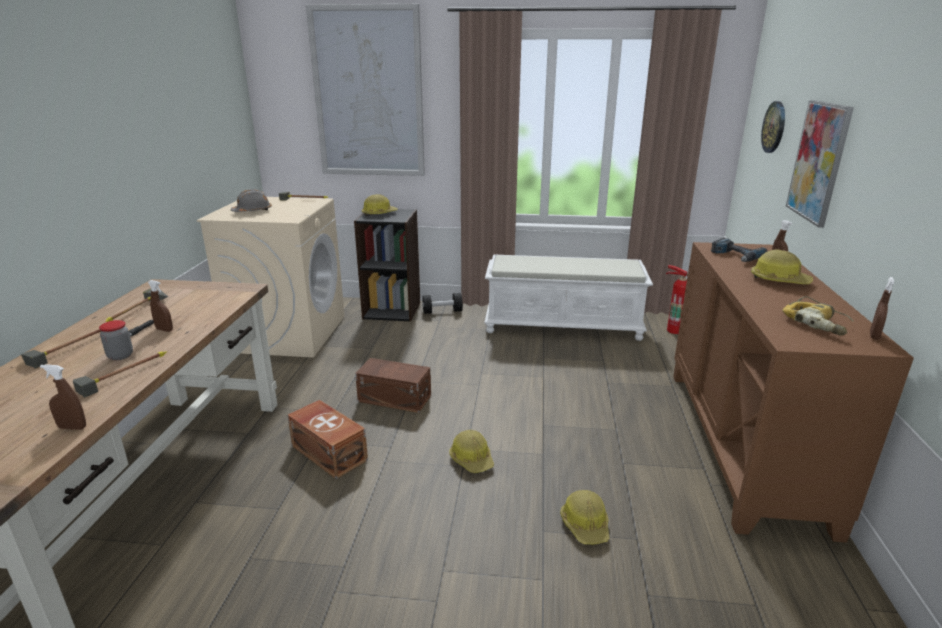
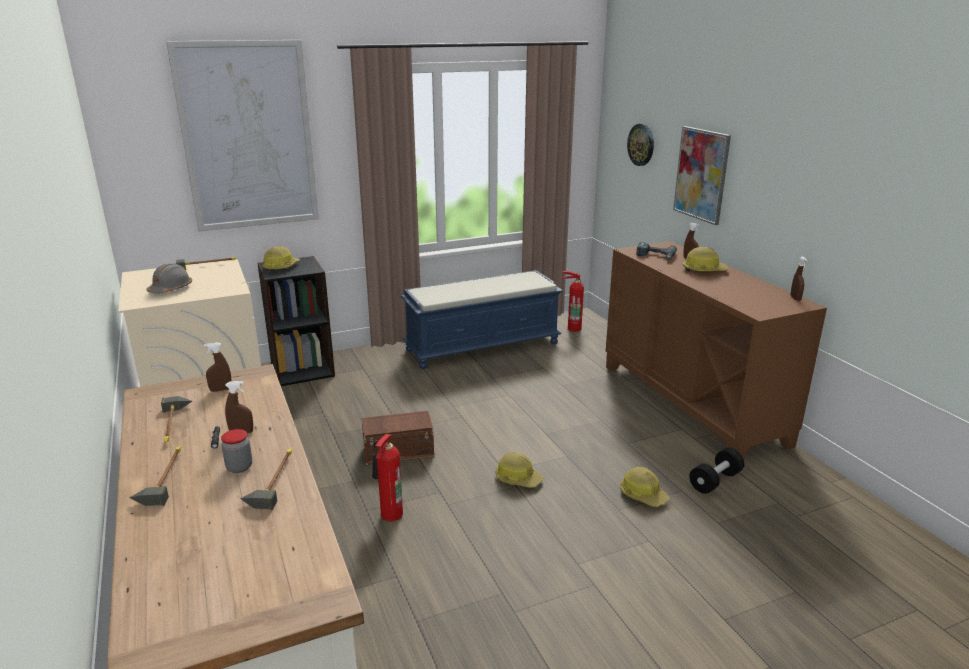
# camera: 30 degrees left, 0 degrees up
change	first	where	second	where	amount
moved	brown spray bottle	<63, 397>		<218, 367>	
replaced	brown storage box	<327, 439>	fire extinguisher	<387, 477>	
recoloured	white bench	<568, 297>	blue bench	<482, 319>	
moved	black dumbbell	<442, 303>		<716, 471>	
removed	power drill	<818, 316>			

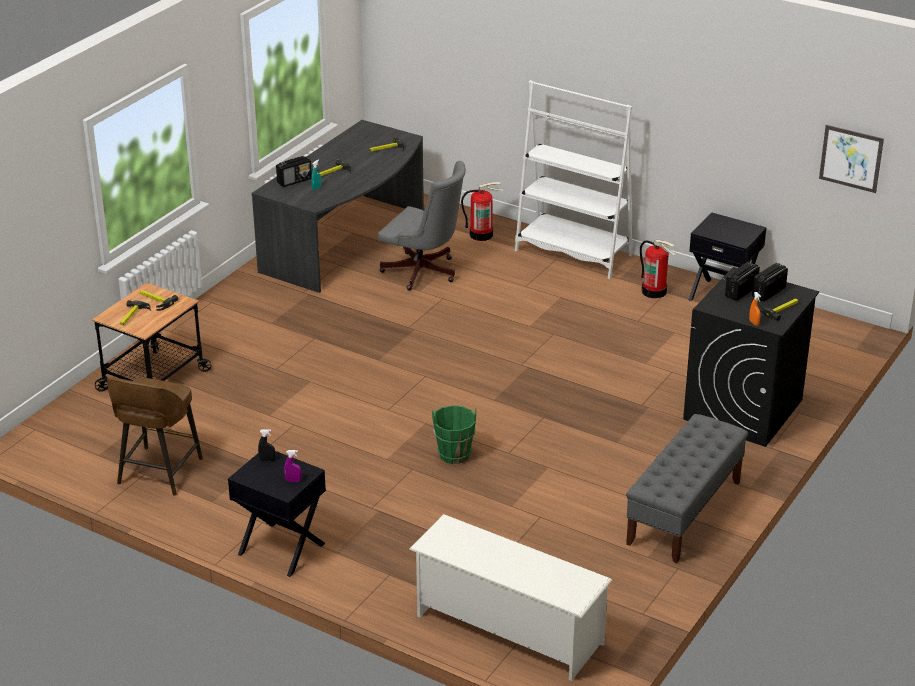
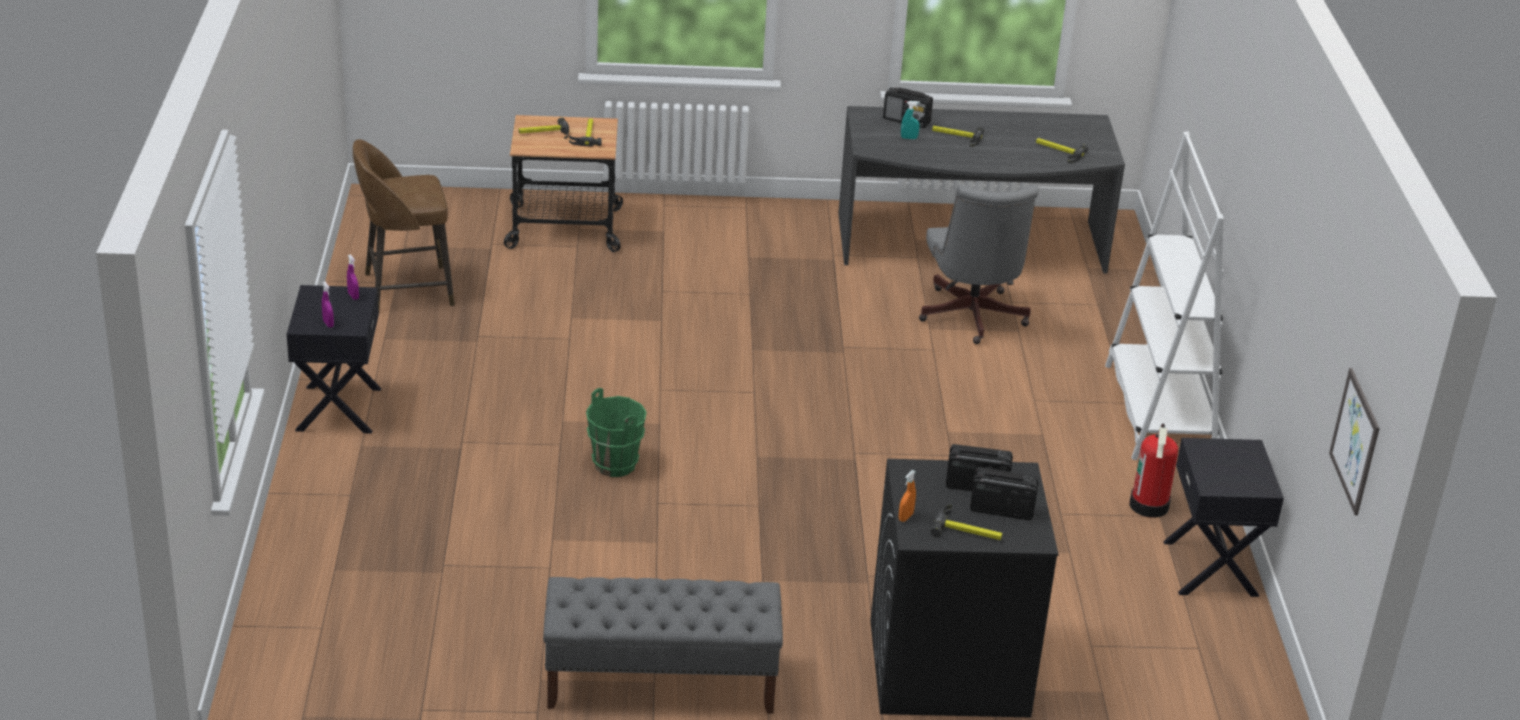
# camera: 55 degrees right, 0 degrees up
change	first	where	second	where	amount
recoloured	black spray bottle	<266, 445>	purple spray bottle	<353, 277>	
removed	white shoe rack	<510, 597>			
removed	fire extinguisher	<482, 211>			

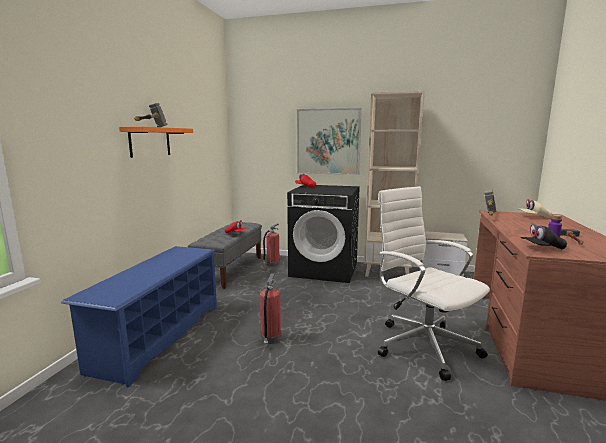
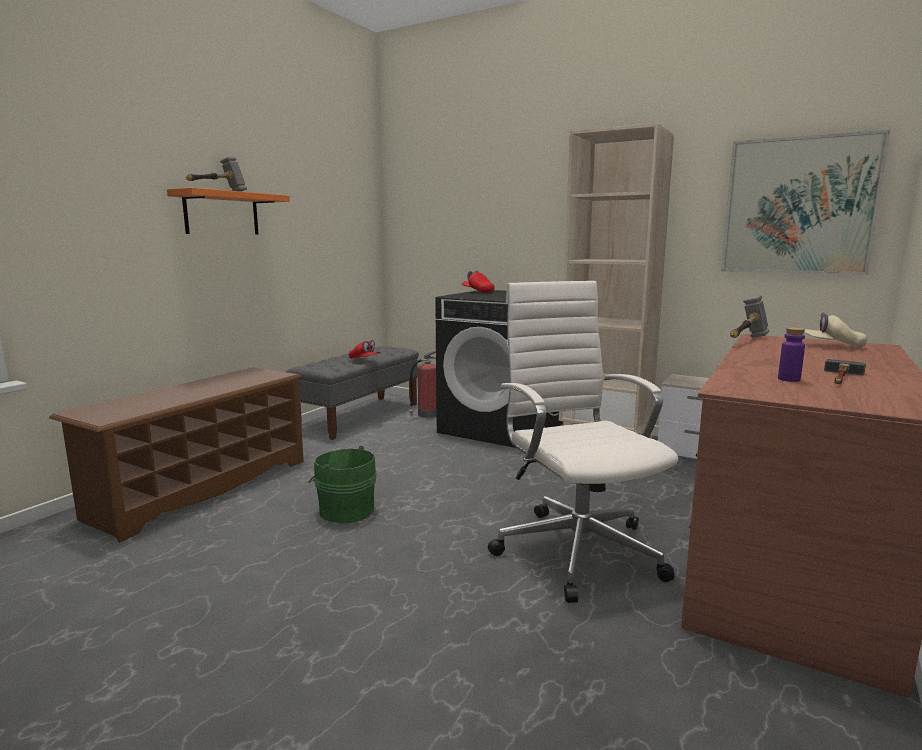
# camera: 15 degrees right, 0 degrees up
change	first	where	second	where	amount
recoloured	blue shoe rack	<139, 316>	brown shoe rack	<176, 454>	
replaced	fire extinguisher	<270, 310>	green bucket	<342, 484>	
moved	picture	<329, 141>		<805, 202>	
removed	black cap	<543, 236>			

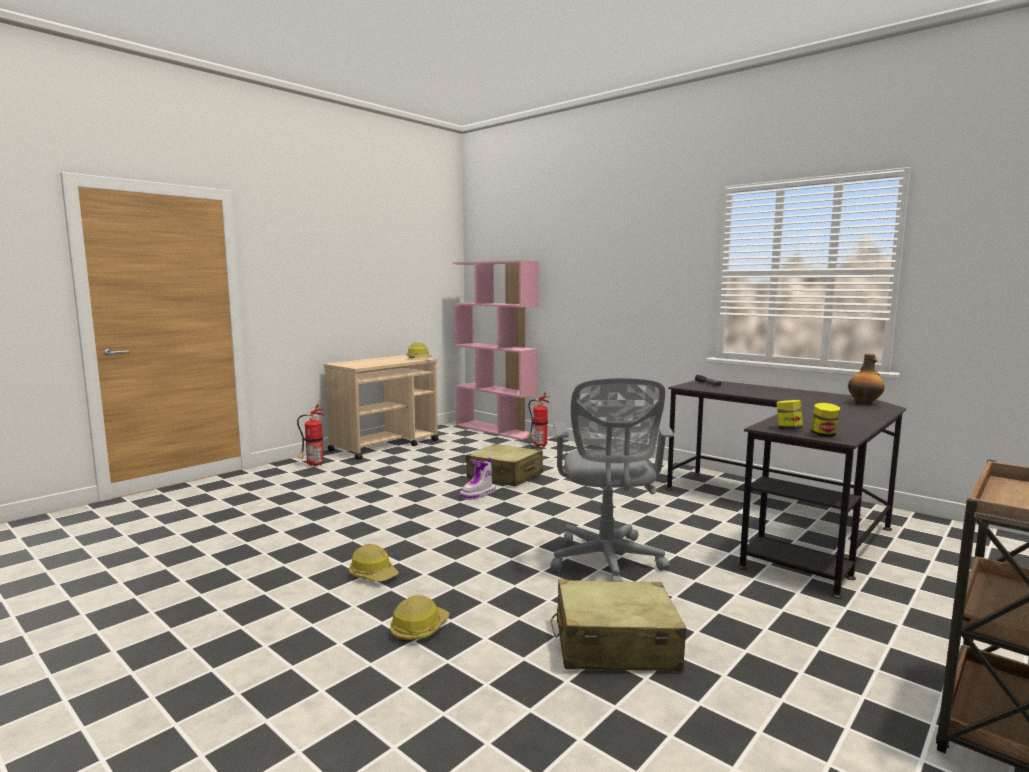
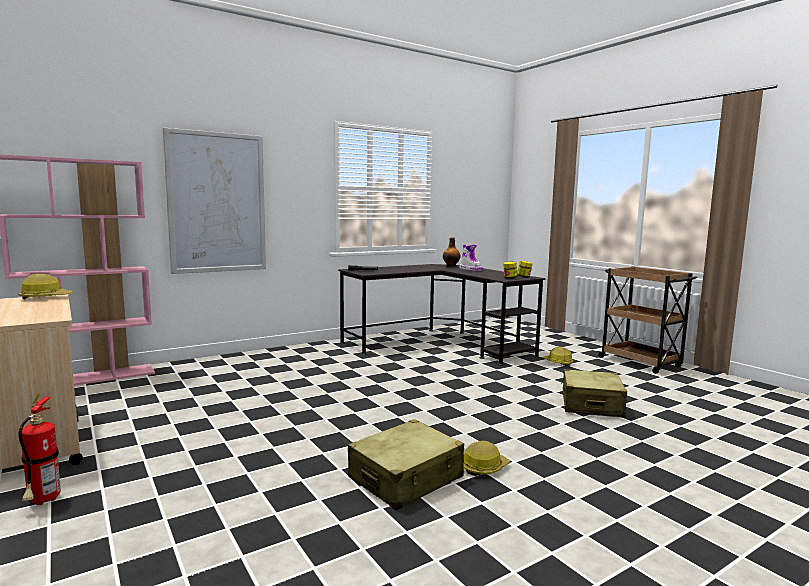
# camera: 75 degrees left, 0 degrees up
change	first	where	second	where	amount
added			picture	<214, 201>	
moved	beige suitcase	<504, 465>		<406, 464>	
moved	boot	<478, 478>		<471, 258>	
moved	hard hat	<419, 619>		<557, 356>	
removed	fire extinguisher	<538, 419>			
removed	grey office chair	<612, 479>			

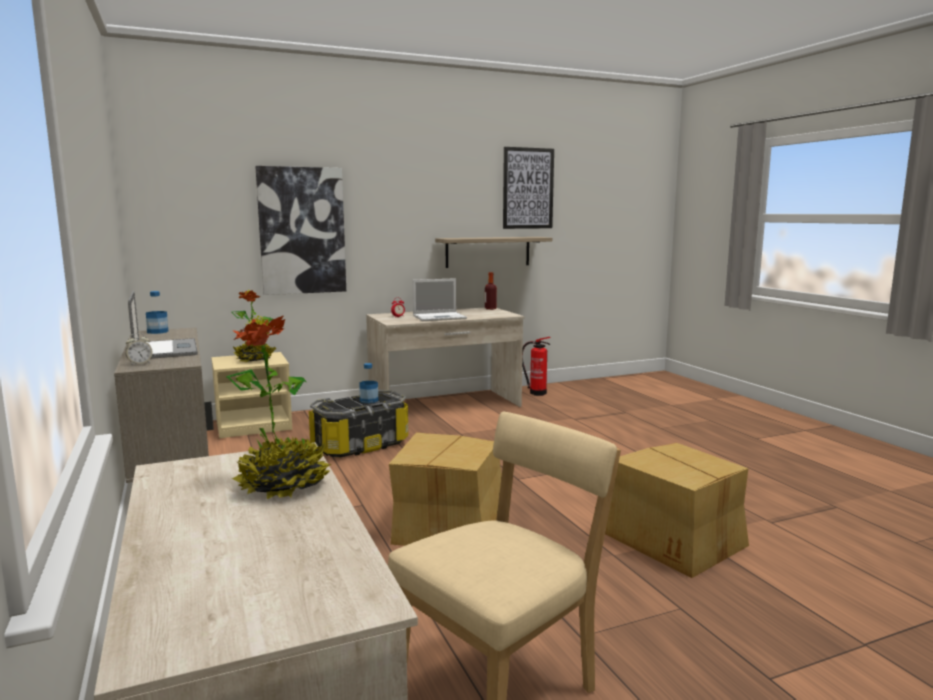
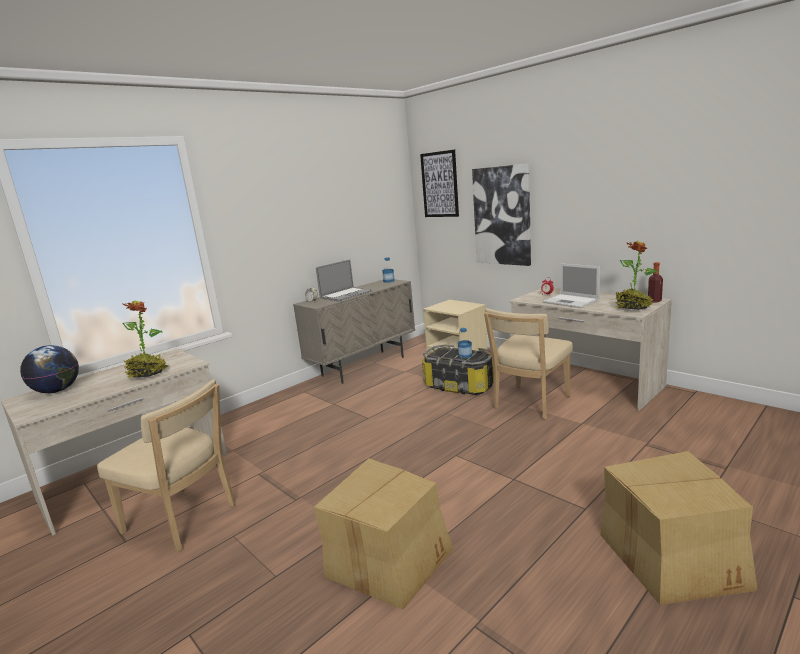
# camera: 70 degrees right, 5 degrees up
change	first	where	second	where	amount
added			globe	<49, 369>	
moved	picture	<528, 188>		<439, 183>	
added			beige chair	<528, 364>	
moved	cardboard box	<445, 489>		<679, 528>	
moved	potted plant	<254, 326>		<636, 275>	
removed	shelf	<493, 252>			
removed	fire extinguisher	<536, 366>			

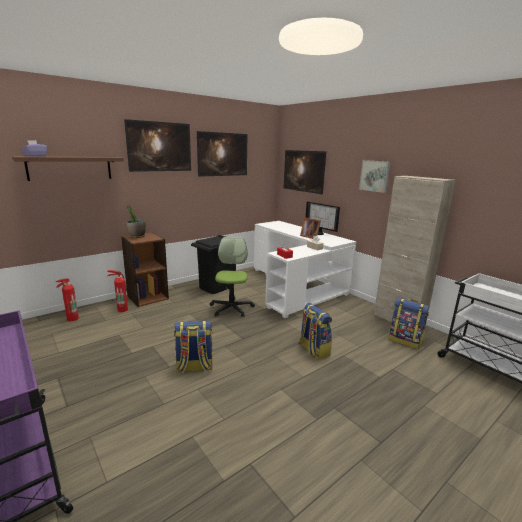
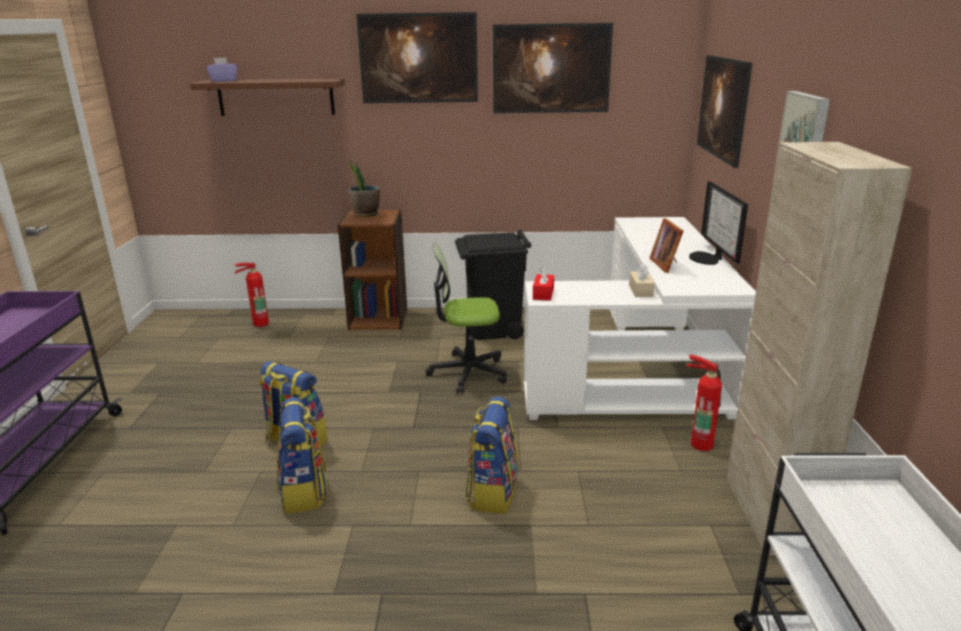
# camera: 40 degrees right, 5 degrees up
change	first	where	second	where	amount
moved	backpack	<409, 323>		<302, 455>	
turned	office chair	<232, 277>		<466, 318>	135 degrees counterclockwise
moved	fire extinguisher	<117, 291>		<704, 403>	

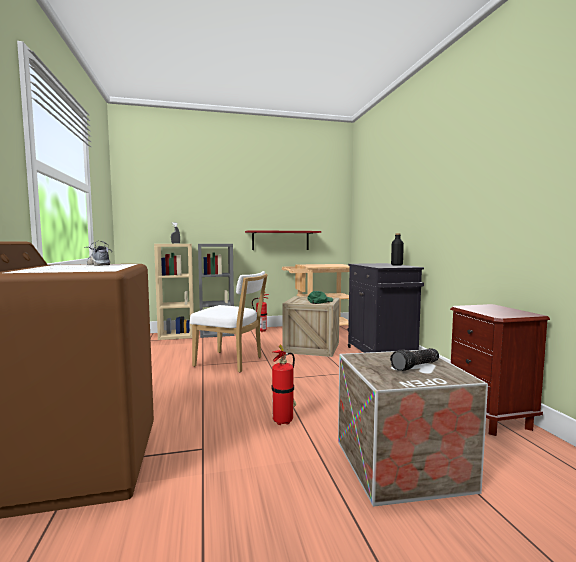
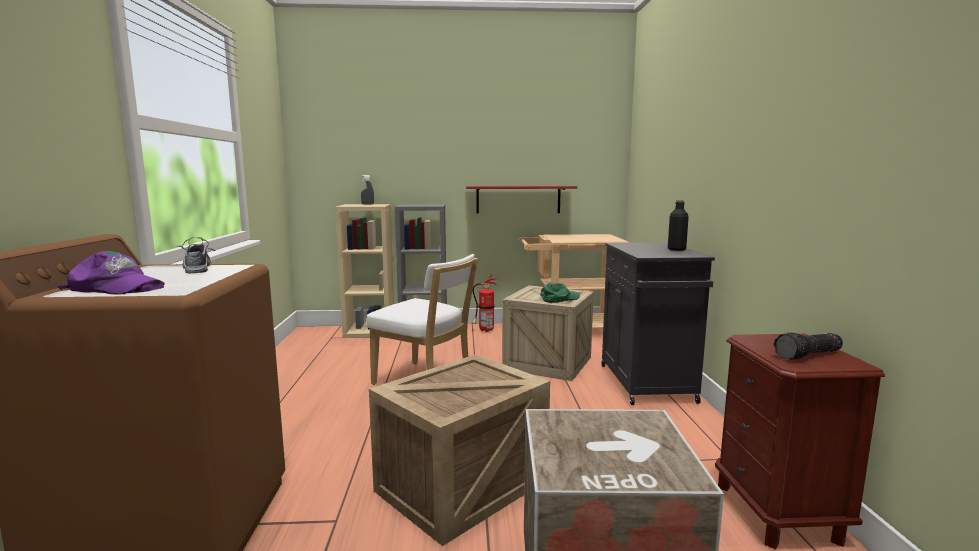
# camera: 10 degrees right, 5 degrees up
change	first	where	second	where	amount
added			purple cap	<111, 272>	
replaced	fire extinguisher	<284, 384>	crate	<459, 450>	
moved	flashlight	<414, 359>		<808, 346>	

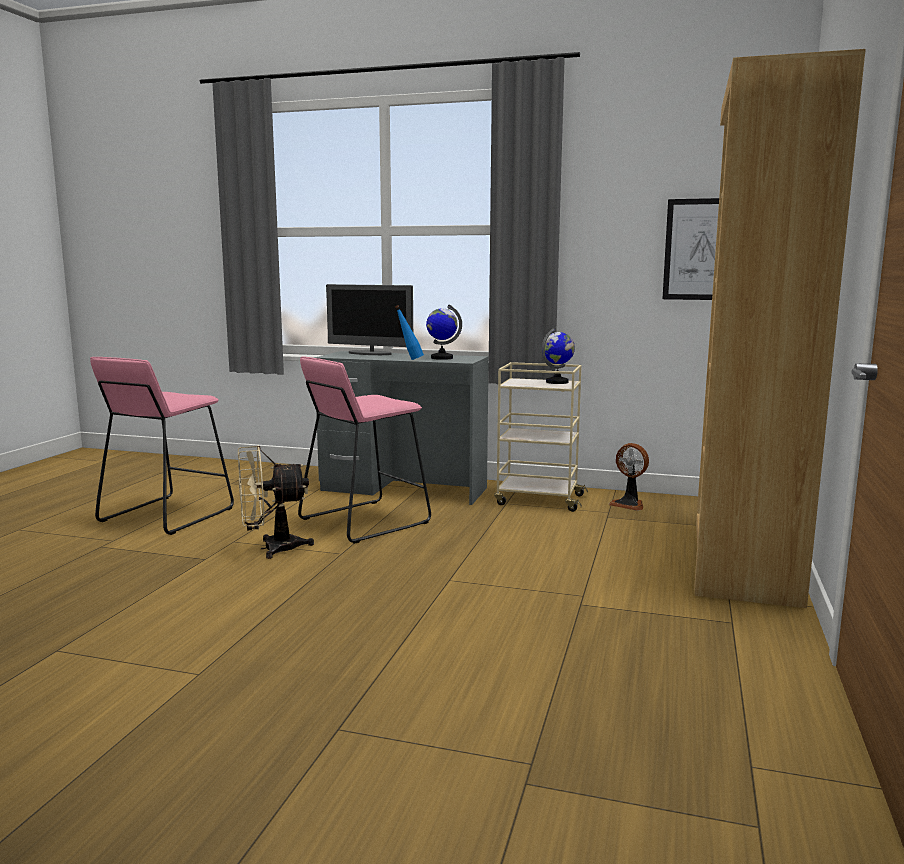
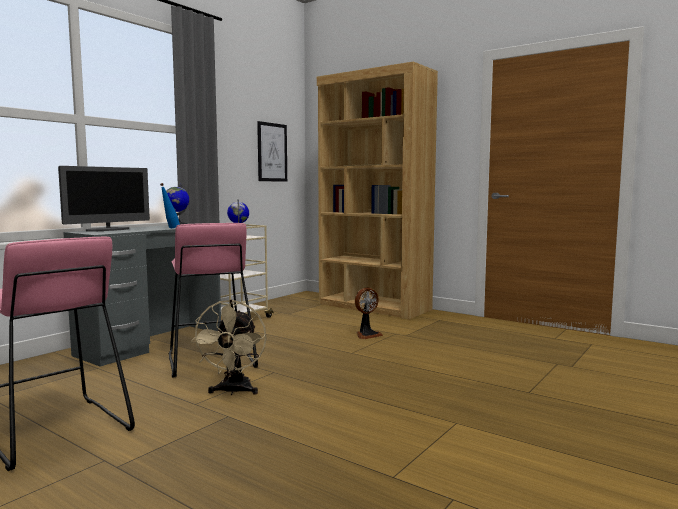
# camera: 70 degrees left, 5 degrees down
change	first	where	second	where	amount
moved	fan	<629, 477>		<369, 313>	

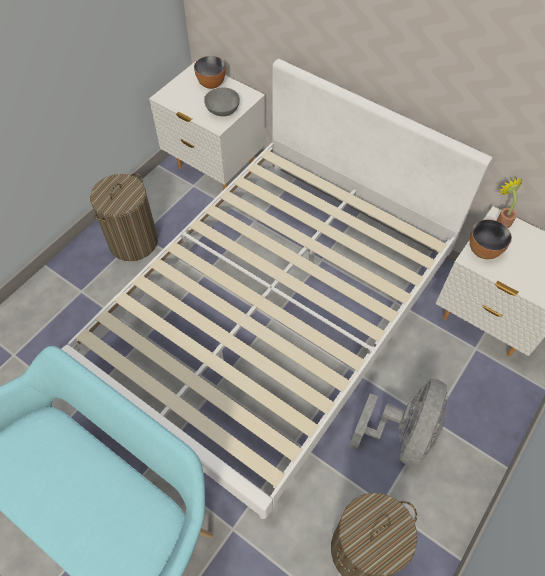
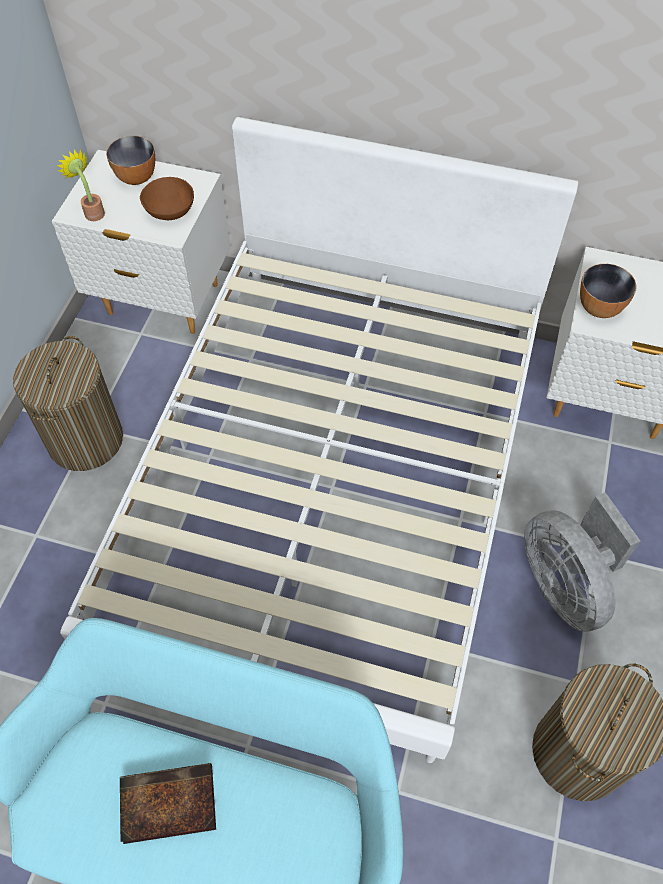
# camera: 20 degrees left, 0 degrees up
change	first	where	second	where	amount
moved	potted plant	<509, 202>		<81, 185>	
added			book	<168, 803>	
recoloured	grey bowl	<222, 101>	brown bowl	<167, 198>	
turned	grey fan	<398, 423>		<582, 562>	150 degrees clockwise

